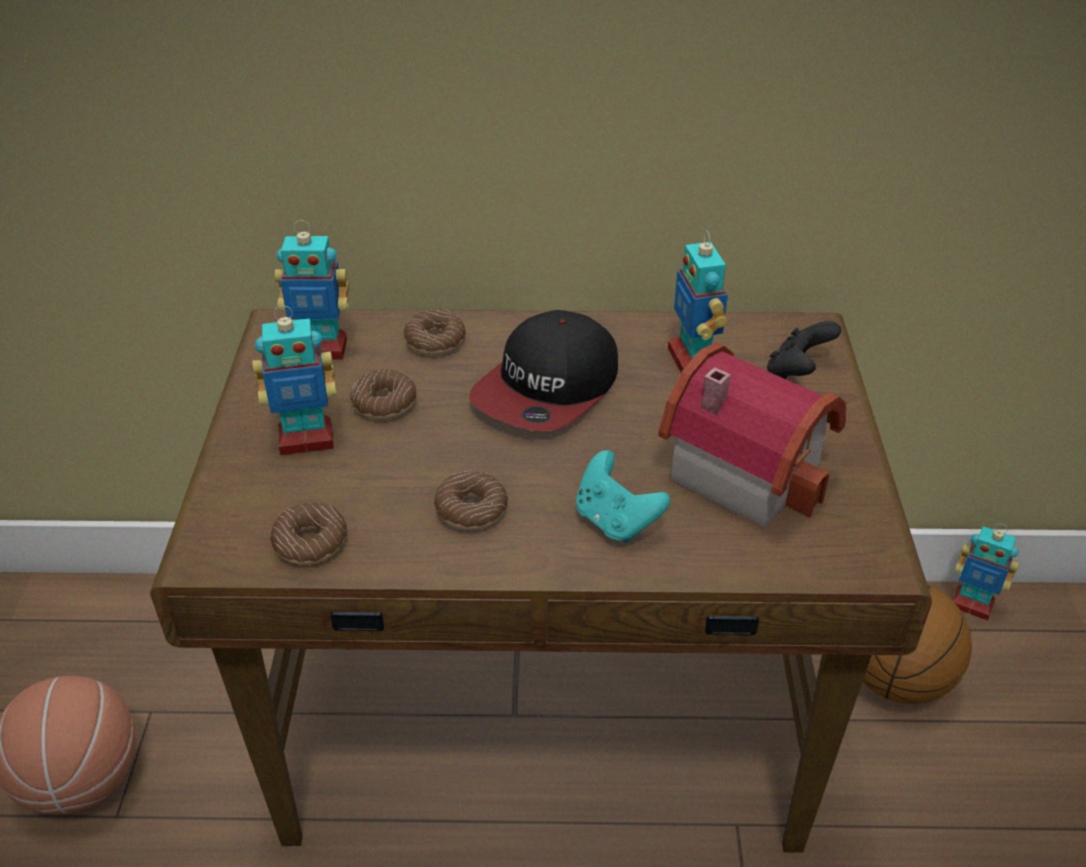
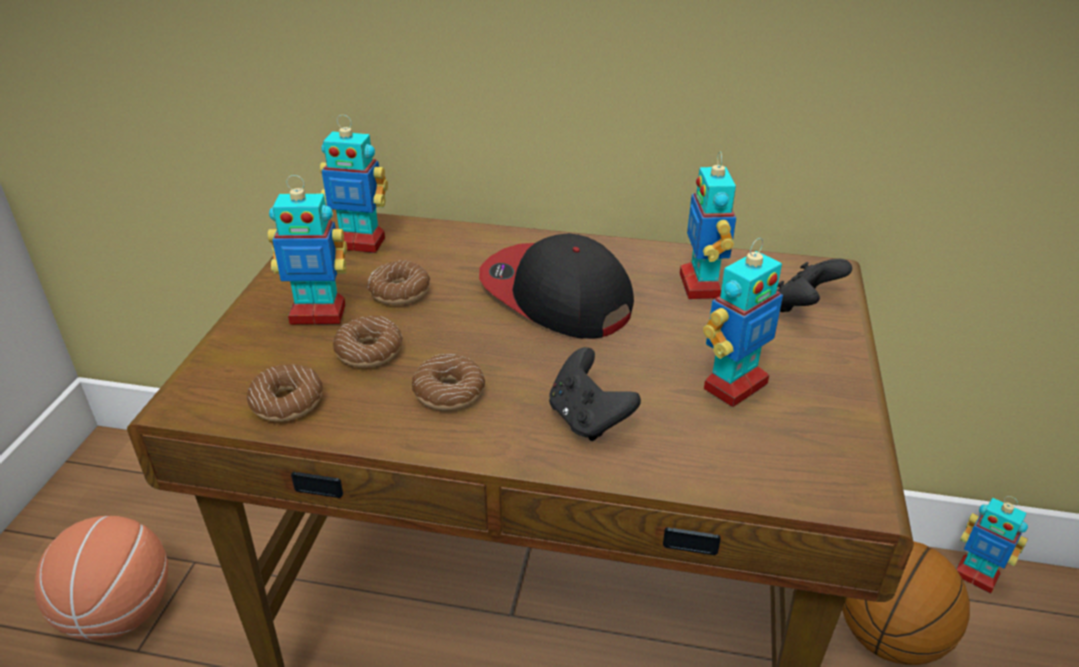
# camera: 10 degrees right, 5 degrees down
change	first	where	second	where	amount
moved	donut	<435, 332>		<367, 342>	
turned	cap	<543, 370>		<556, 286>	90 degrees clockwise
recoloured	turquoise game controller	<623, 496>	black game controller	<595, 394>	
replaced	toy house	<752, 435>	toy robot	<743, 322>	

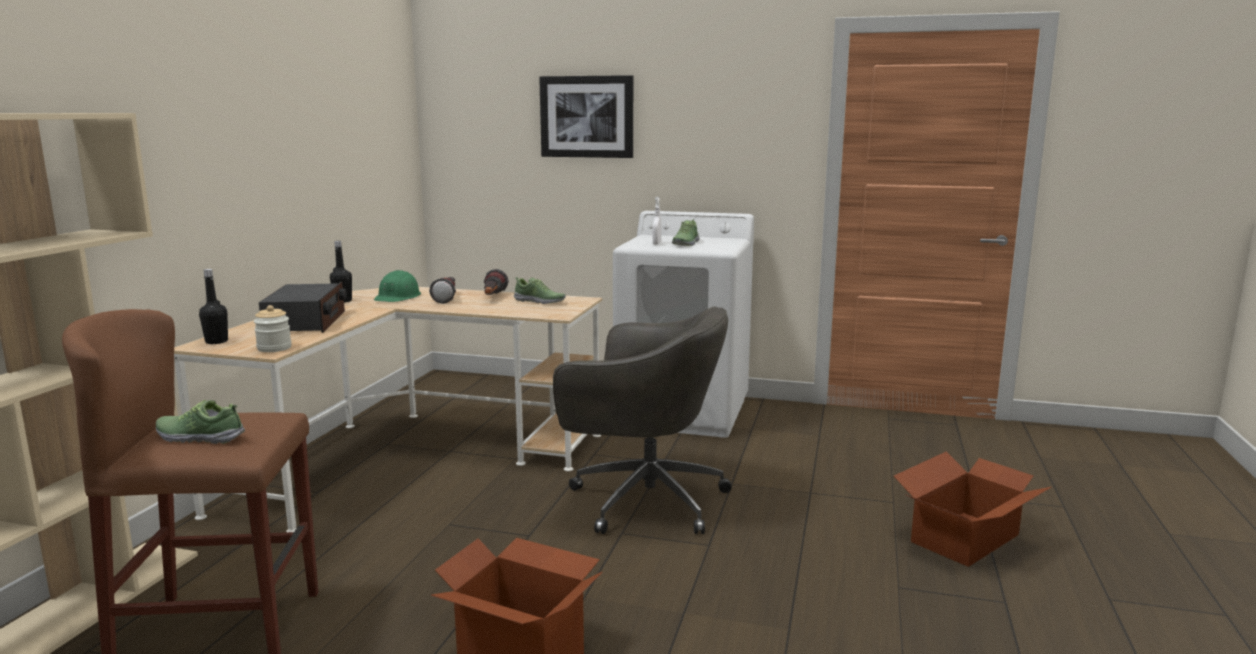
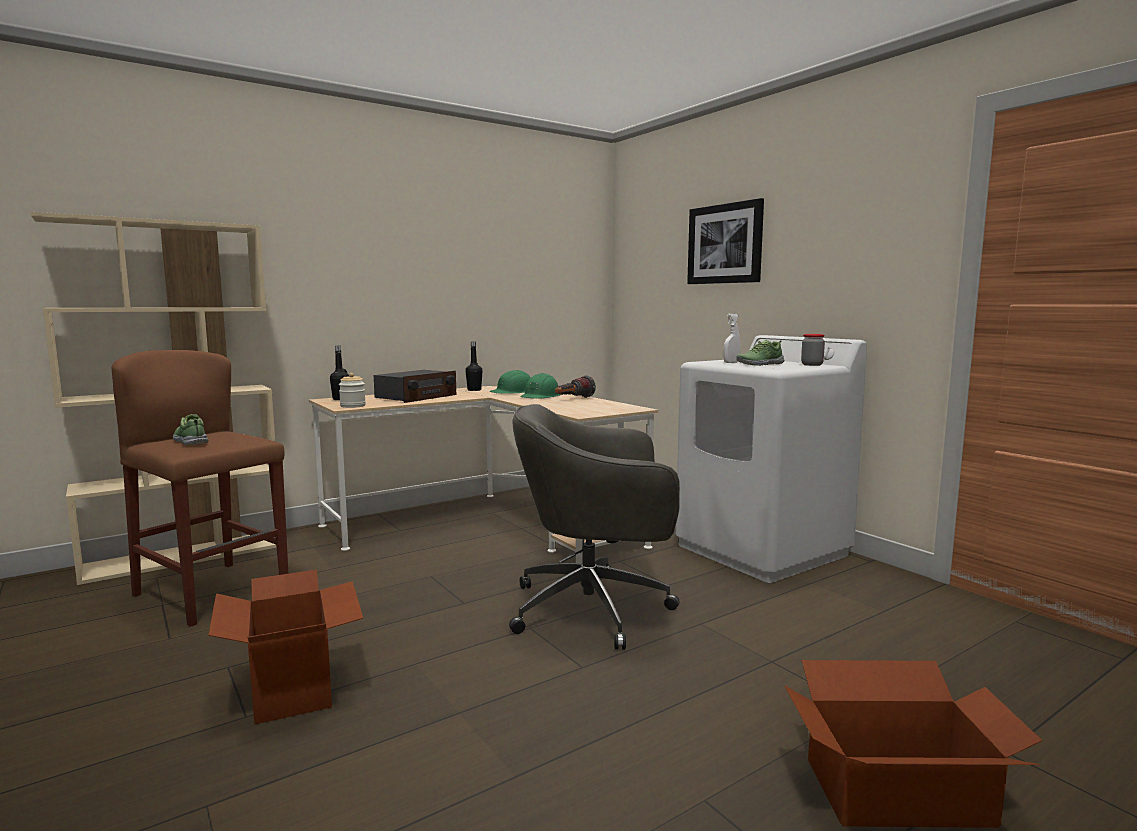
# camera: 40 degrees right, 5 degrees down
change	first	where	second	where	amount
turned	grey office chair	<642, 420>		<594, 527>	120 degrees clockwise
replaced	flashlight	<442, 290>	green hard hat	<540, 386>	
added			jar	<813, 350>	
removed	shoe	<540, 290>			

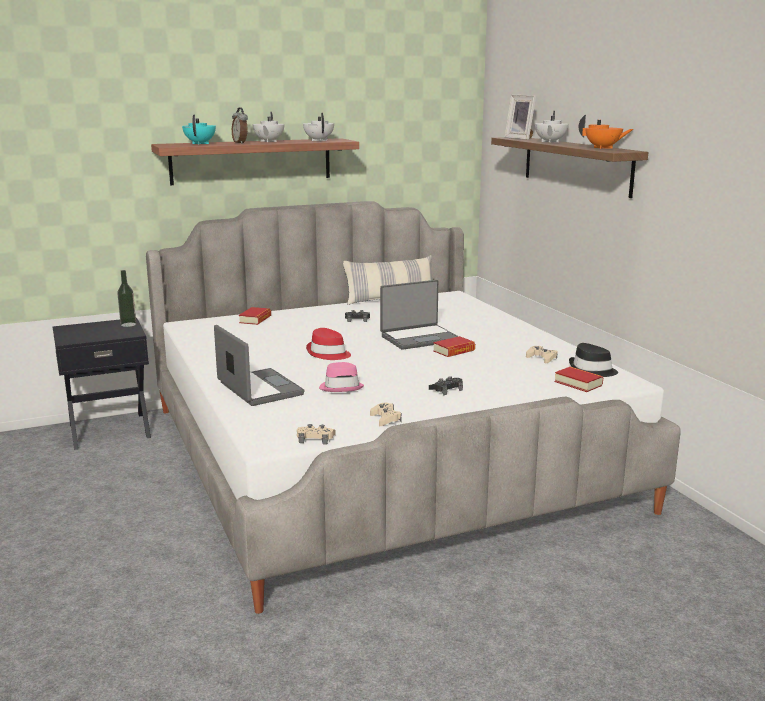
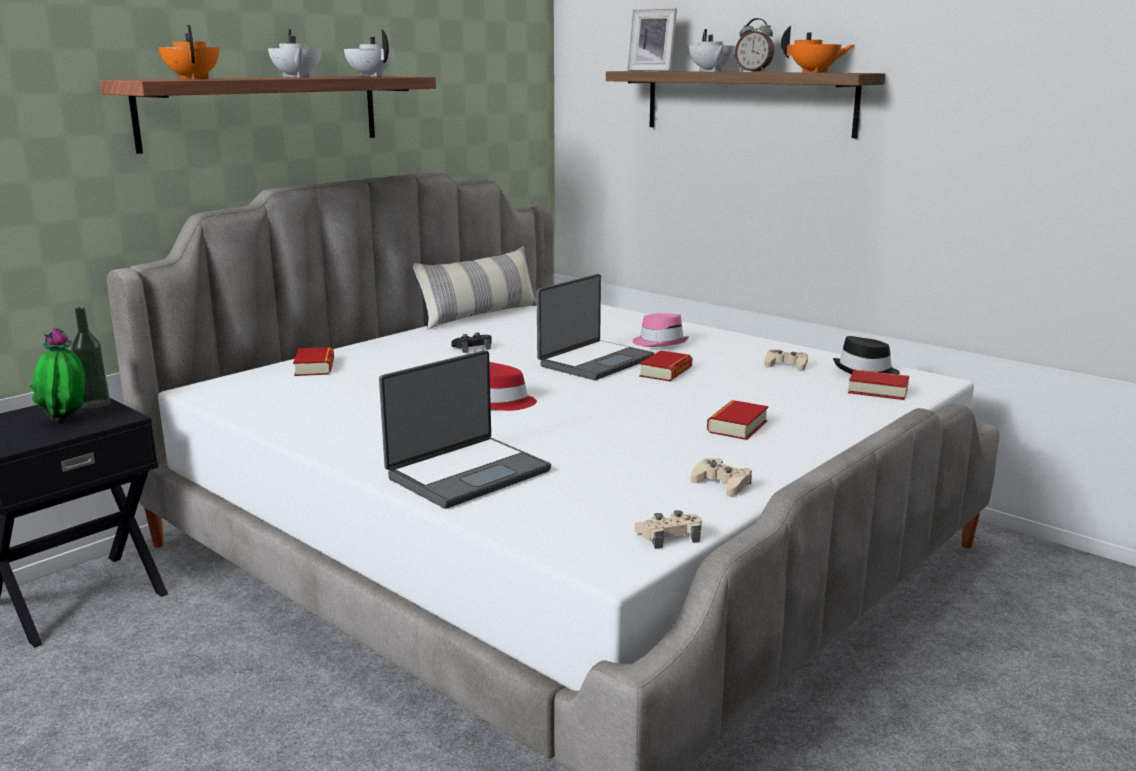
# camera: 25 degrees left, 0 degrees up
change	first	where	second	where	amount
added			potted plant	<57, 375>	
recoloured	turquoise teapot	<199, 129>	orange teapot	<189, 52>	
turned	laptop	<259, 365>		<465, 429>	105 degrees clockwise
moved	pink hat	<341, 377>		<661, 330>	
replaced	black game controller	<446, 385>	book	<737, 420>	
moved	alarm clock	<240, 125>		<754, 45>	

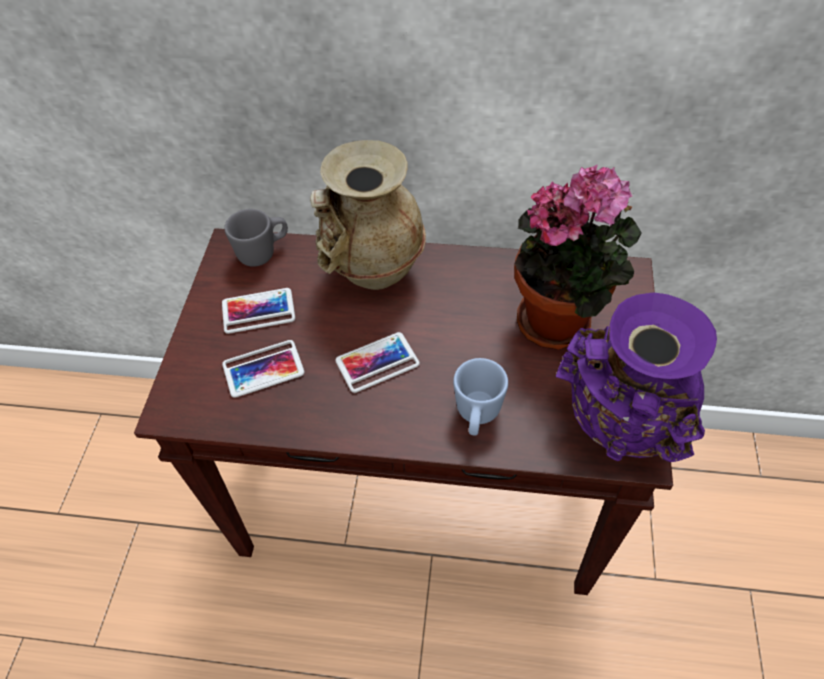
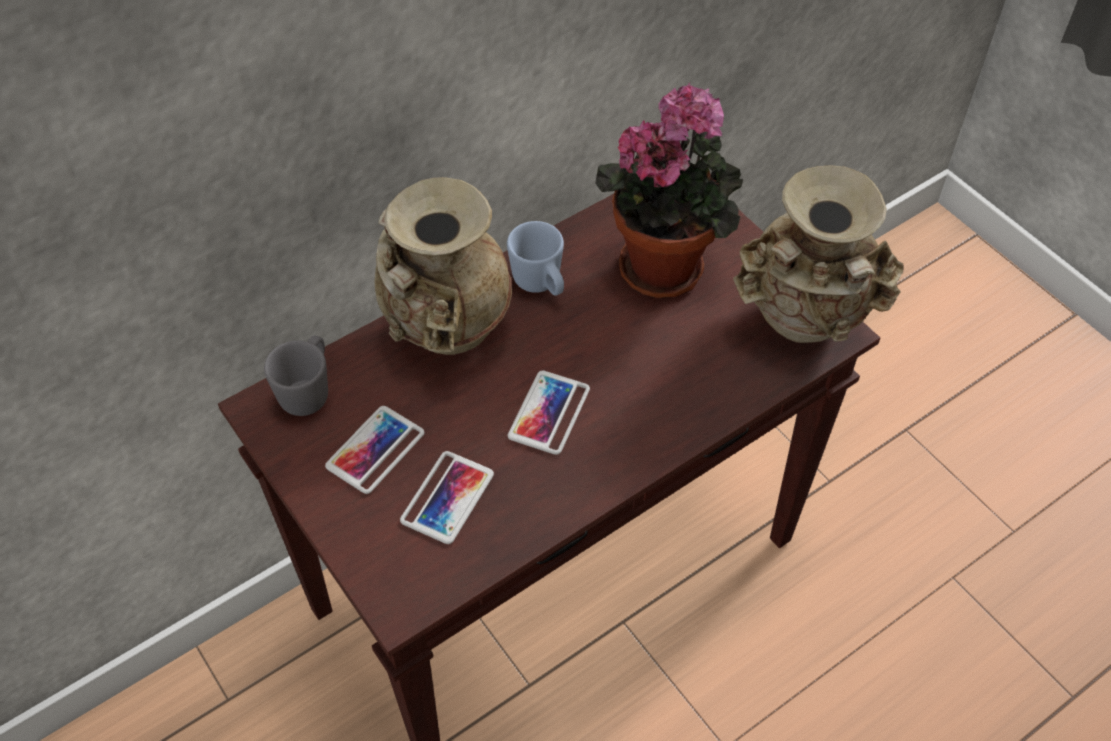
# camera: 45 degrees left, 0 degrees up
change	first	where	second	where	amount
moved	blue mug	<480, 397>		<535, 258>	
recoloured	purple vase	<636, 377>	beige vase	<818, 254>	

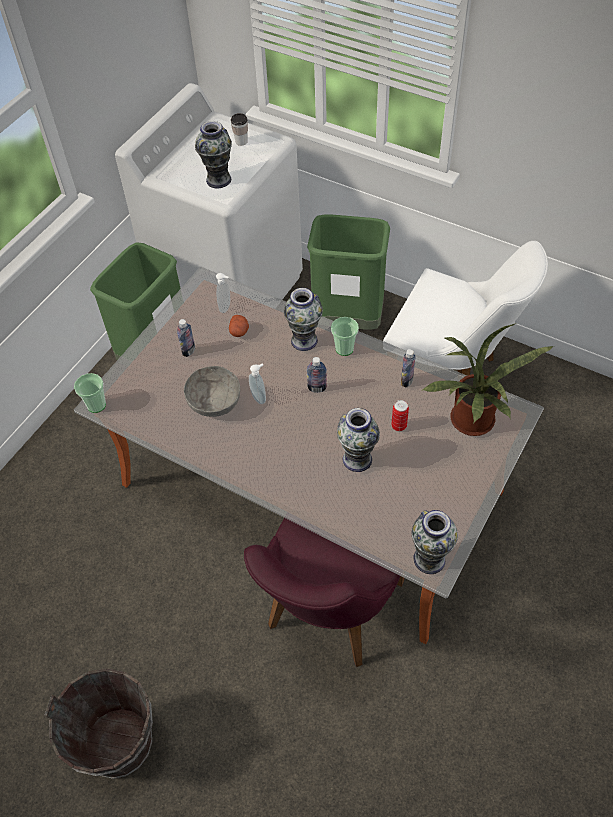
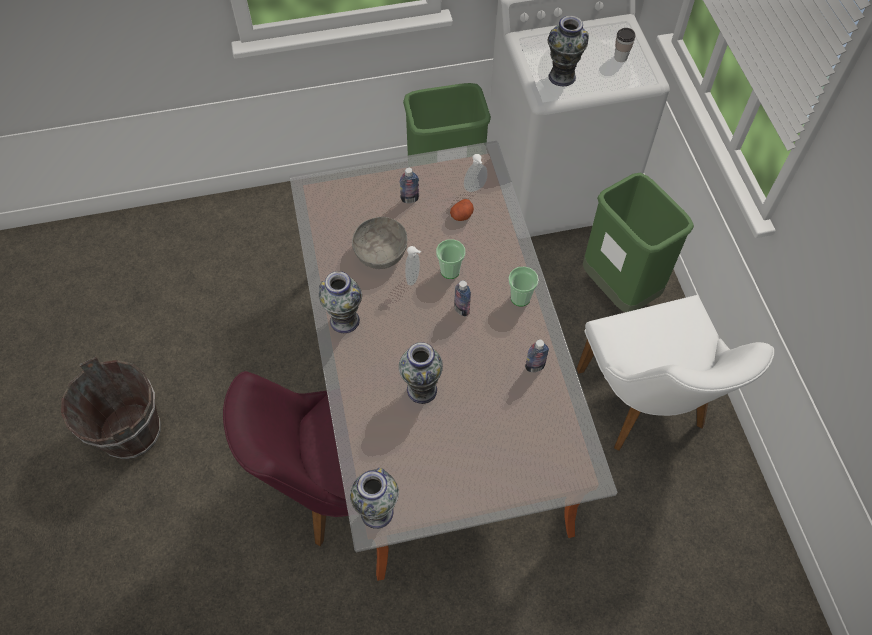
# camera: 45 degrees right, 5 degrees up
change	first	where	second	where	amount
moved	vase	<303, 319>		<340, 302>	
moved	cup	<90, 393>		<450, 259>	
removed	can	<400, 415>			
removed	potted plant	<487, 379>			

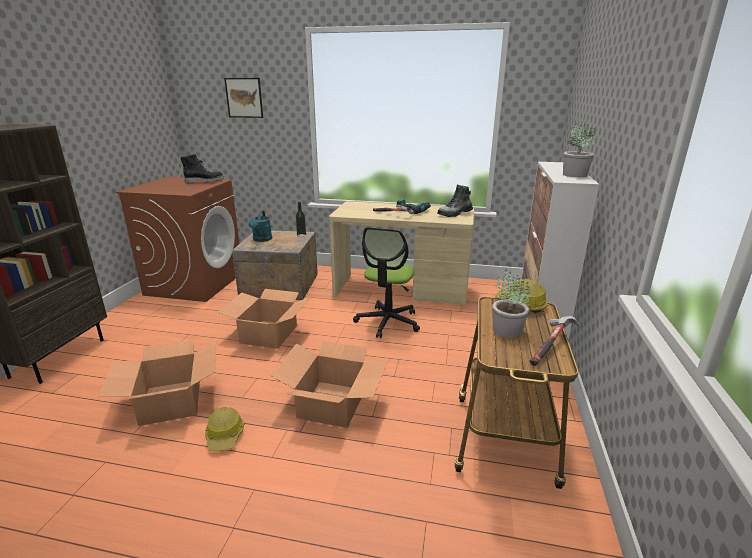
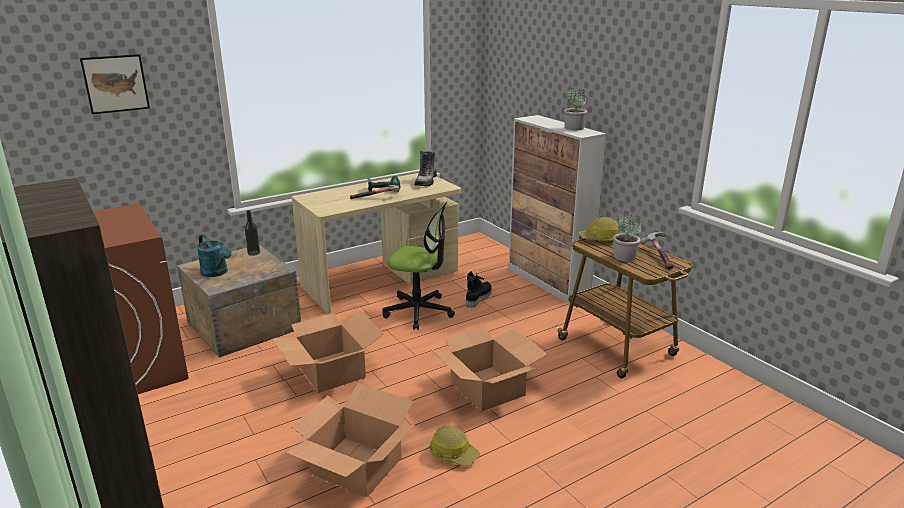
# camera: 45 degrees left, 0 degrees up
change	first	where	second	where	amount
turned	office chair	<386, 282>		<418, 265>	45 degrees counterclockwise
moved	black boot	<202, 169>		<479, 289>	

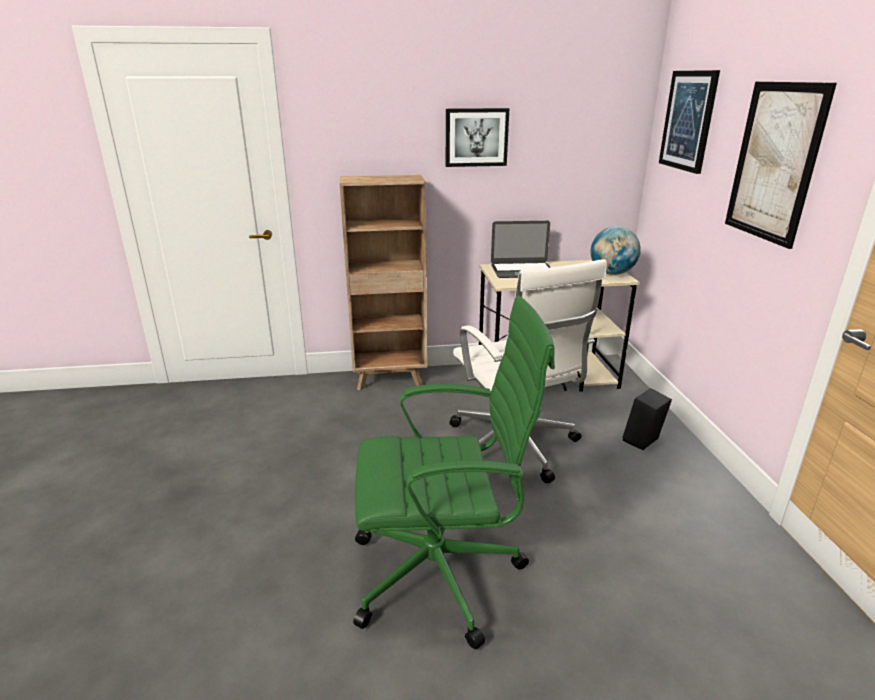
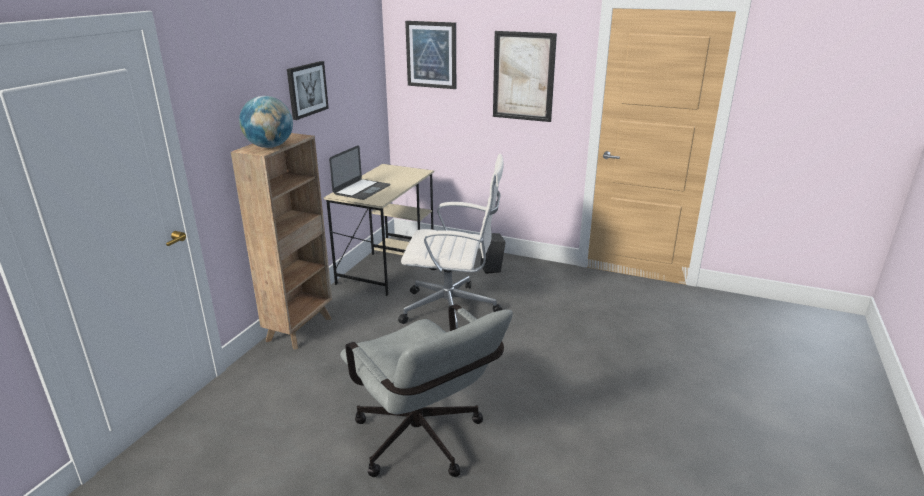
# camera: 60 degrees left, 0 degrees up
change	first	where	second	where	amount
moved	globe	<616, 250>		<266, 122>	
added			grey office chair	<426, 390>	
removed	green office chair	<454, 473>			

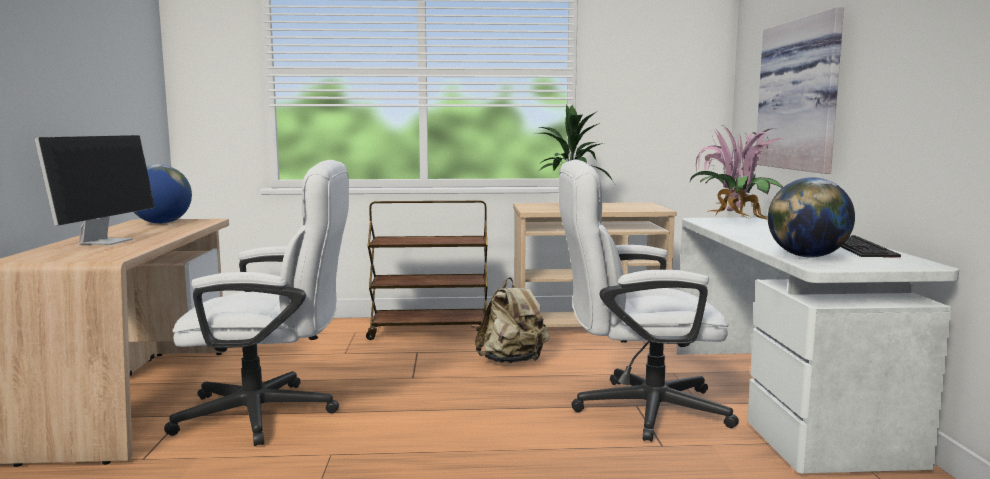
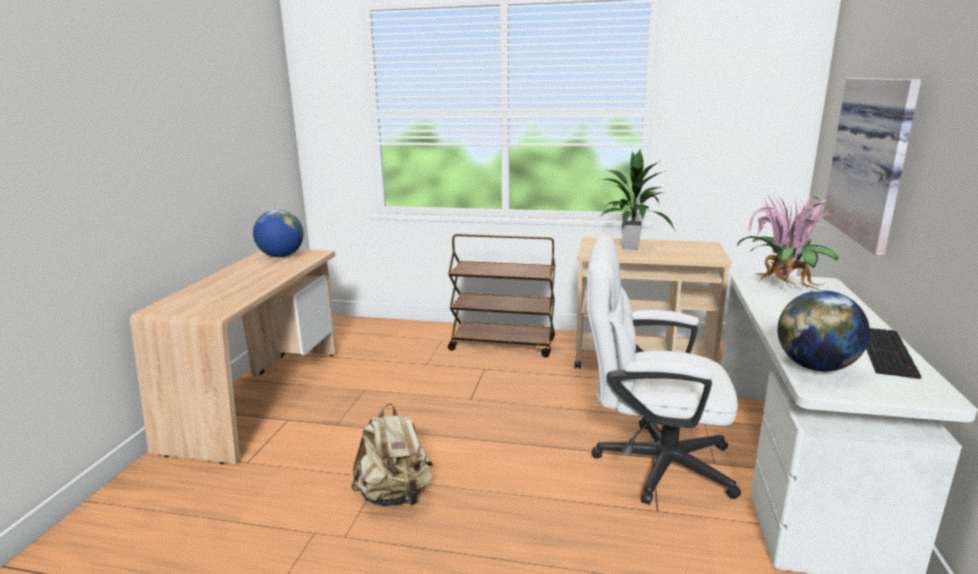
# camera: 15 degrees right, 10 degrees up
change	first	where	second	where	amount
moved	beige backpack	<512, 320>		<392, 455>	
removed	monitor	<95, 190>			
removed	white office chair	<256, 303>			

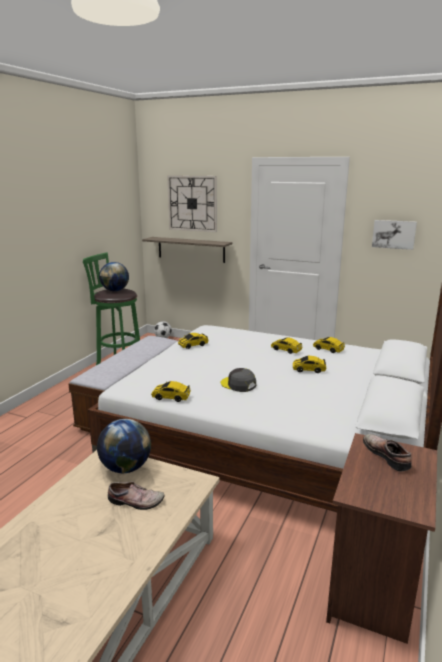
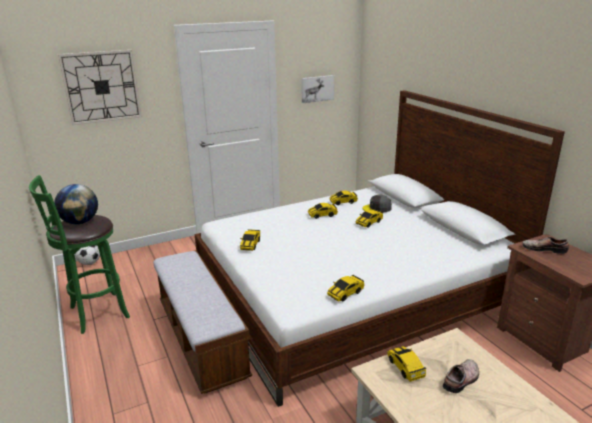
# camera: 50 degrees left, 5 degrees up
change	first	where	second	where	amount
moved	grey cap	<238, 380>		<377, 203>	
replaced	globe	<124, 446>	toy car	<406, 364>	
removed	shelf	<187, 250>			

